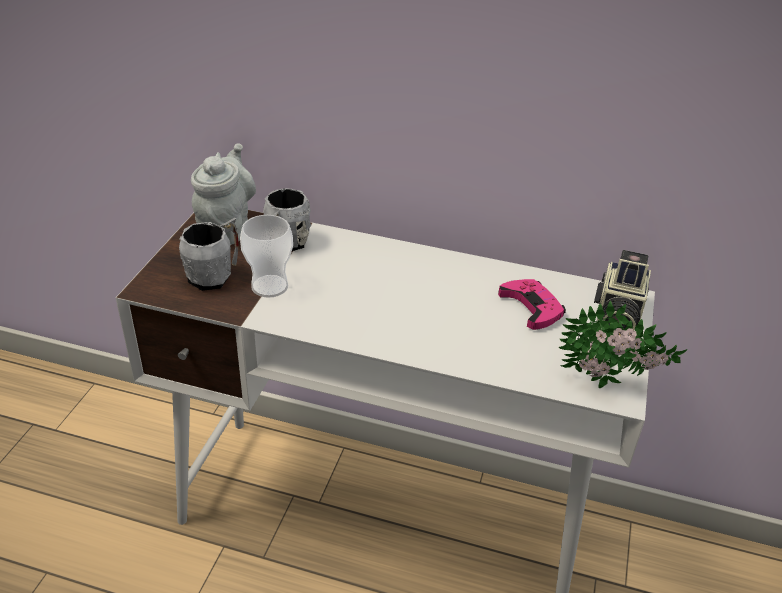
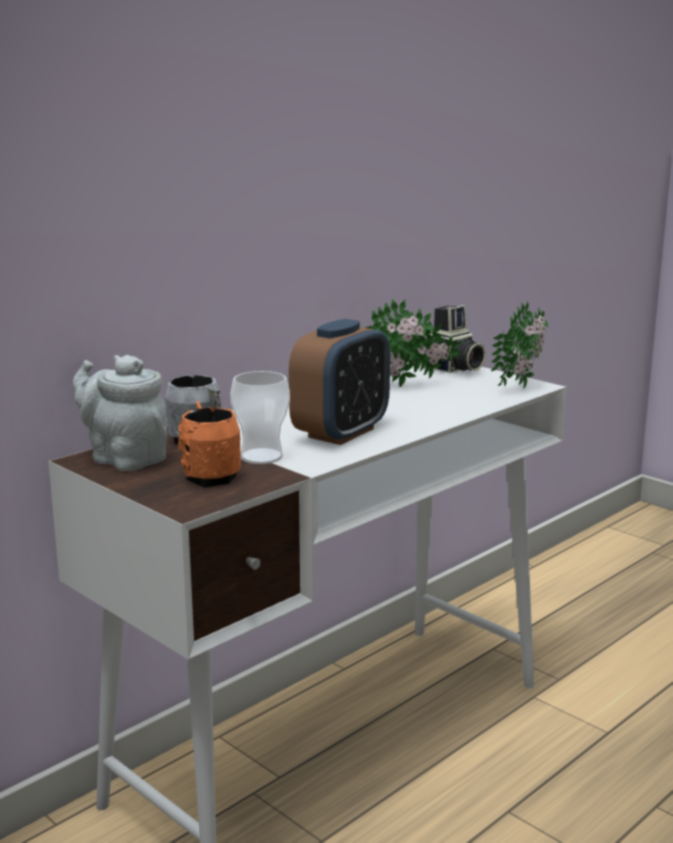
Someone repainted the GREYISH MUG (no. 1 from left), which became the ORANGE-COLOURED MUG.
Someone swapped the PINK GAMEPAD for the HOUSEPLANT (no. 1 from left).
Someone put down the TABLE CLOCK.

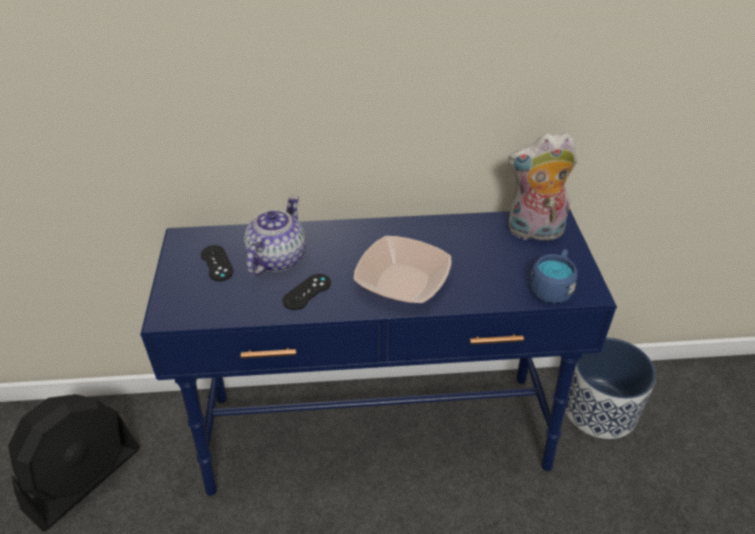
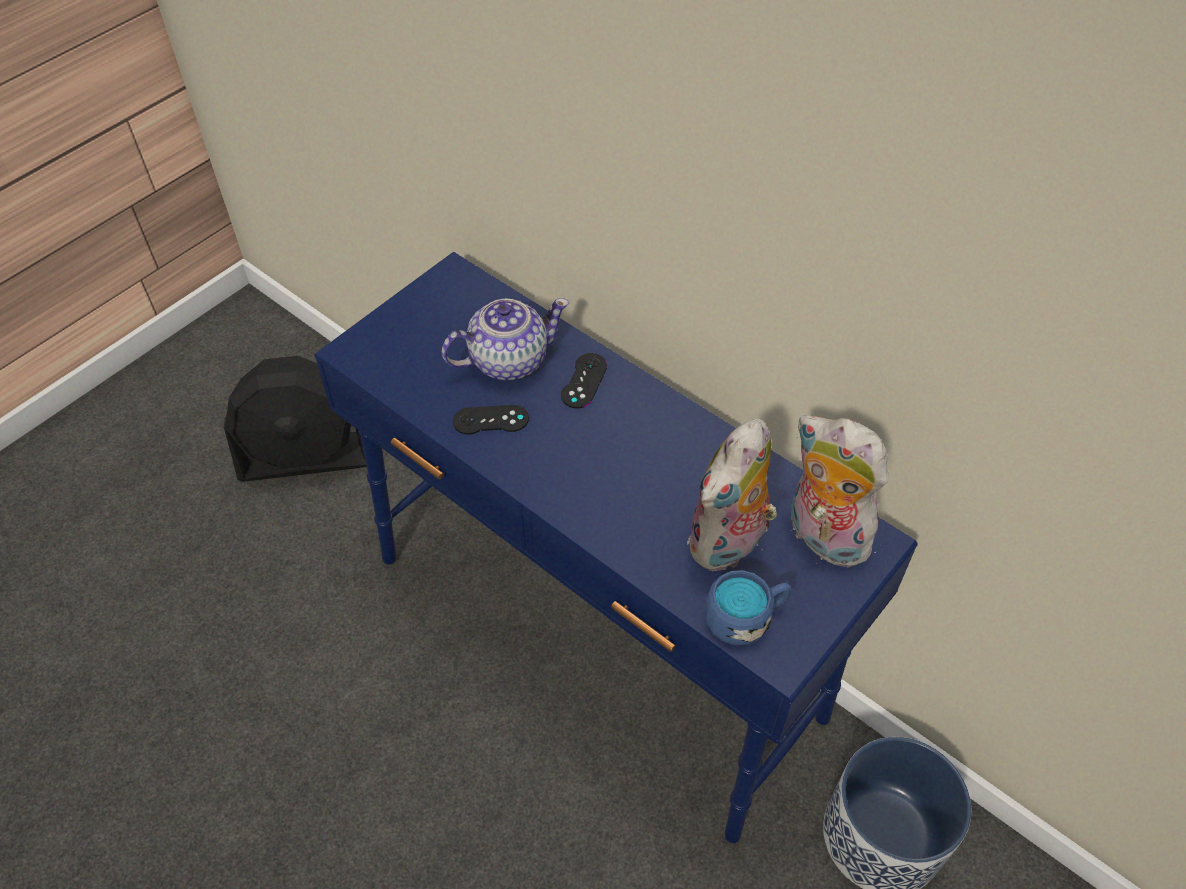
Someone carried the BLACK GAMEPAD (no. 1 from left in the first image).
Someone took away the DEEP DISH.
Someone put down the PLUSH TOY (no. 1 from left).

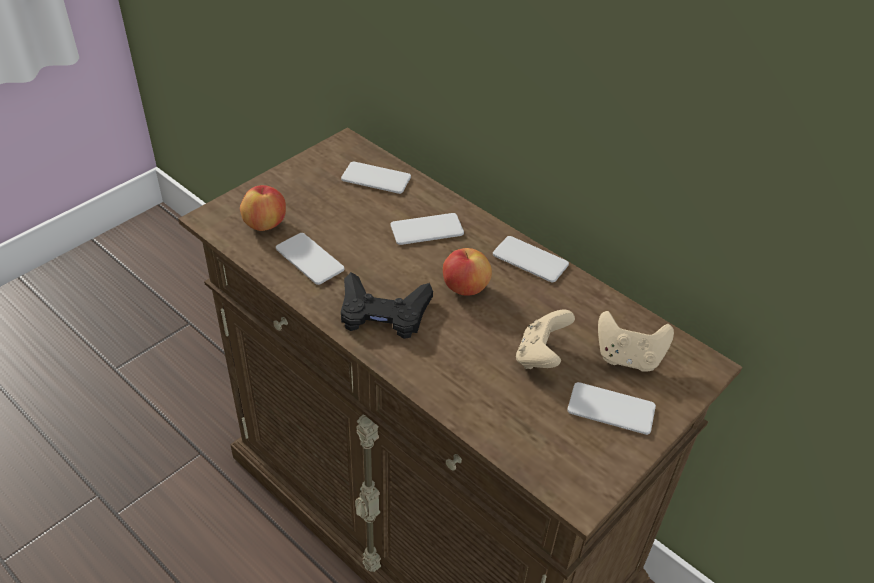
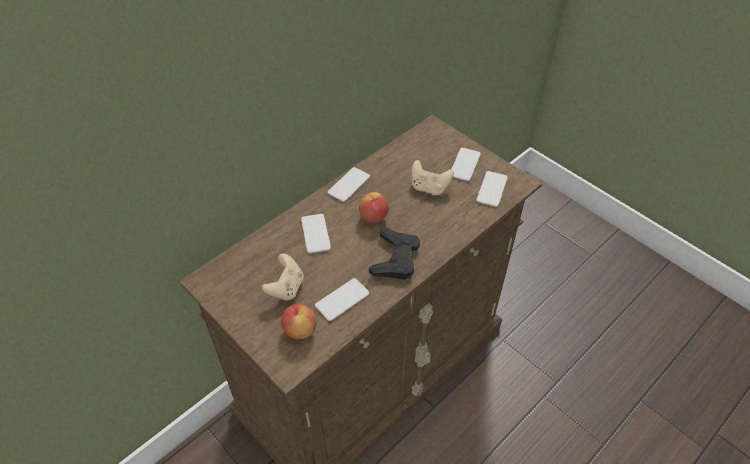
Someone carried the HANDSET (no. 2 from left in the first image).
Someone carried the SAND-COLOURED GAMEPAD (no. 2 from left in the first image).

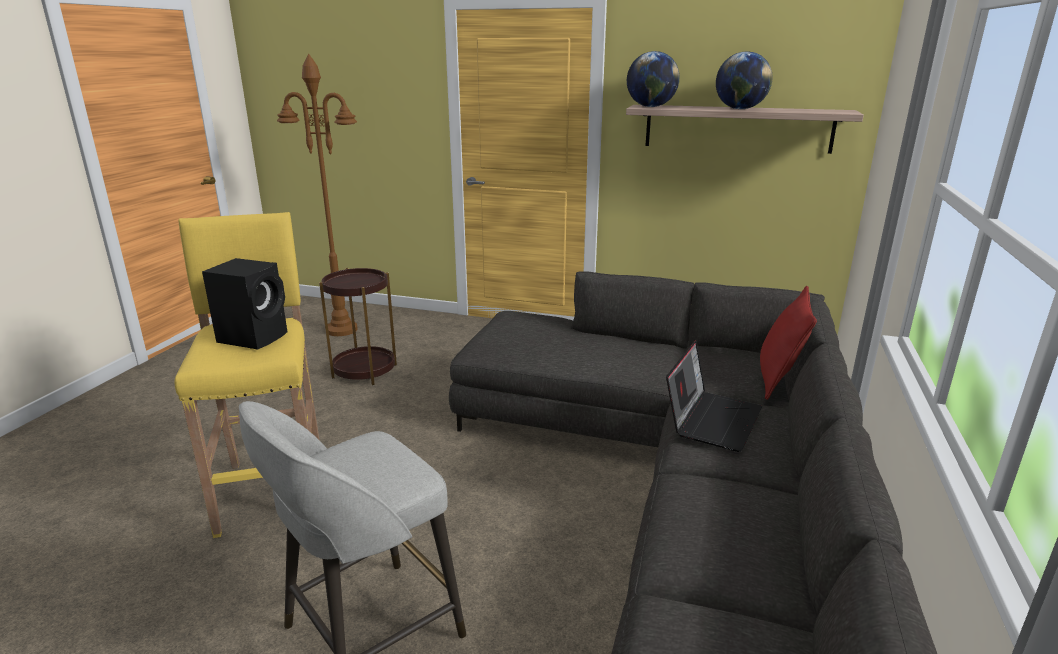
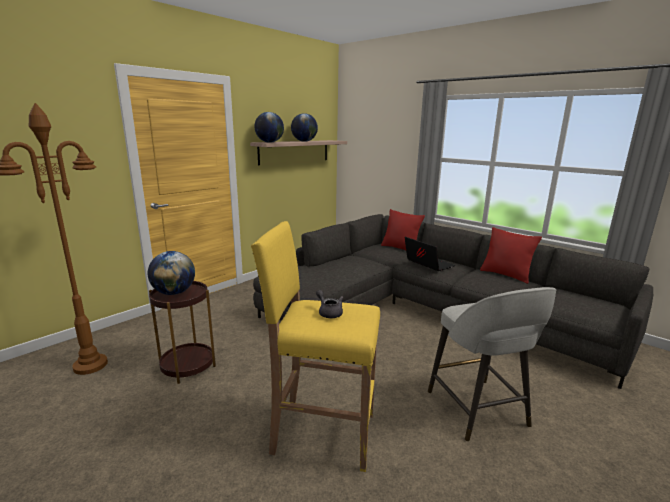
Someone swapped the BLACK LOUDSPEAKER for the GREYISH TEAPOT.
Someone put down the GLOBE (no. 1 from left).
Someone put down the RED-COLOURED PILLOW (no. 2 from left).

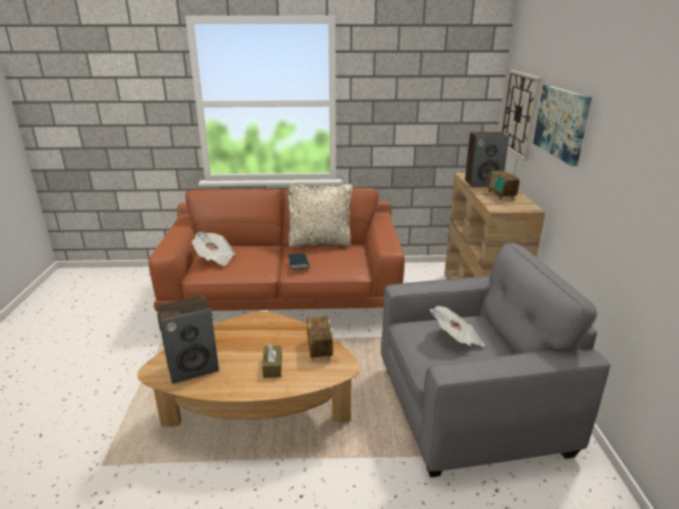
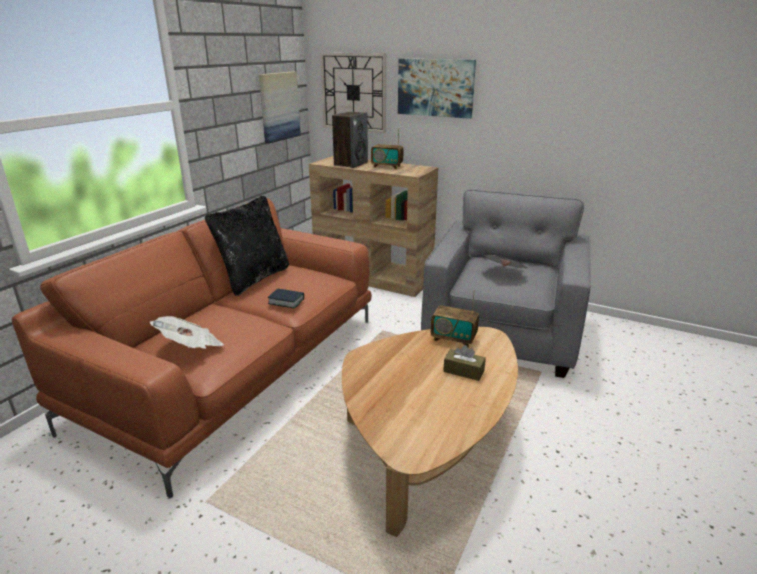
Someone took away the LOUDSPEAKER (no. 1 from left).
Someone repainted the SAND-COLOURED PILLOW, which became the BLACK PILLOW.
Someone put up the PICTURE (no. 1 from left).

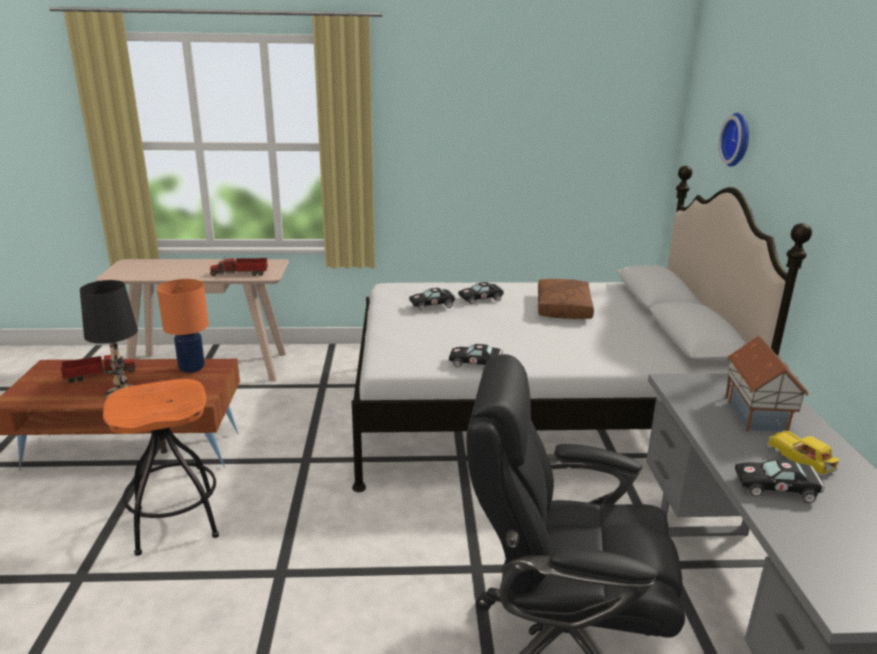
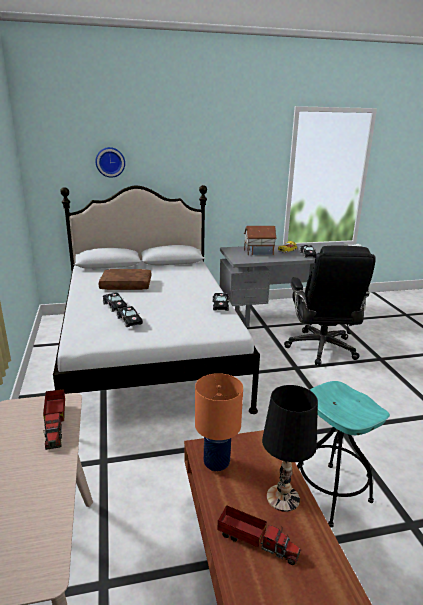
Someone rotated the MODEL TRUCK (no. 1 from left in the first image) by 150 degrees clockwise.
Someone repainted the ORANGE-COLOURED STOOL SEAT, which became the TURQUOISE STOOL SEAT.

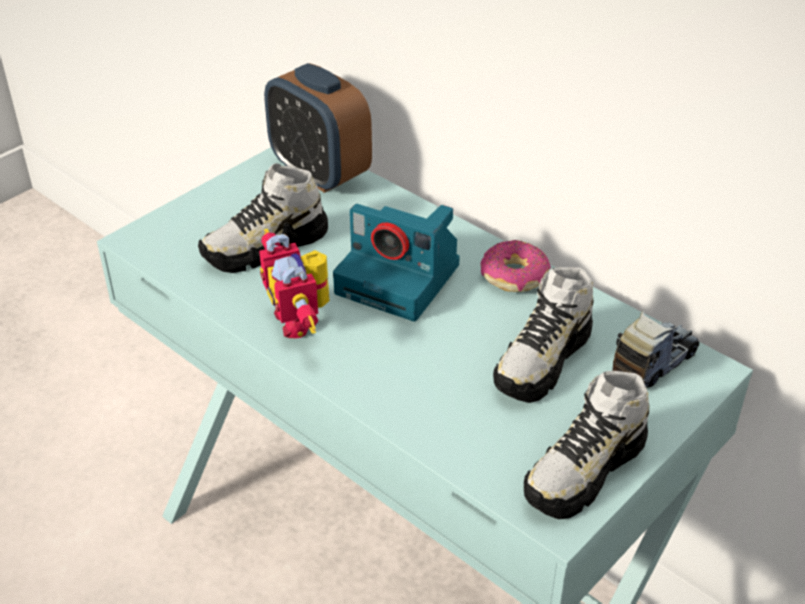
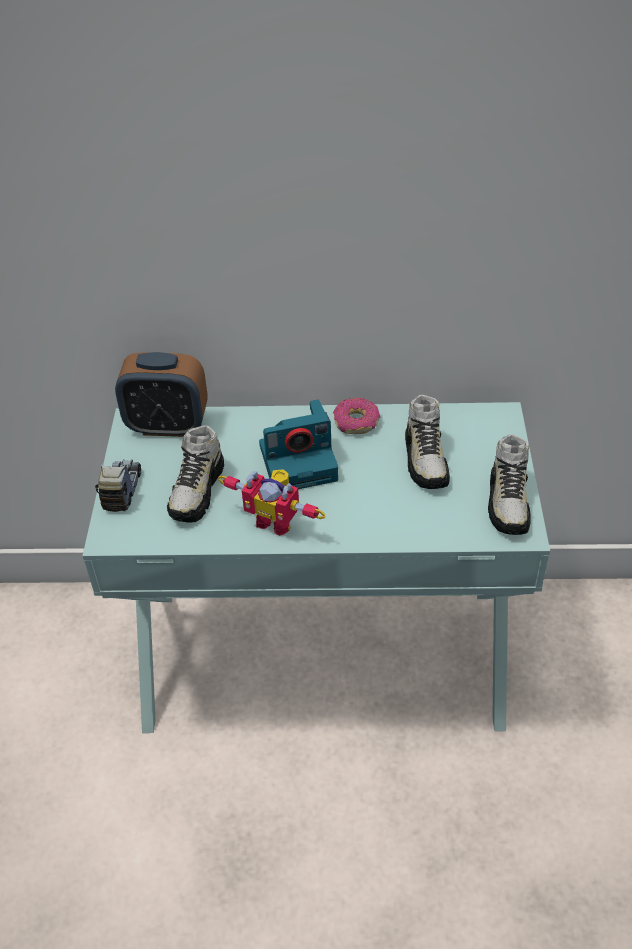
Someone carried the MODEL TRUCK.

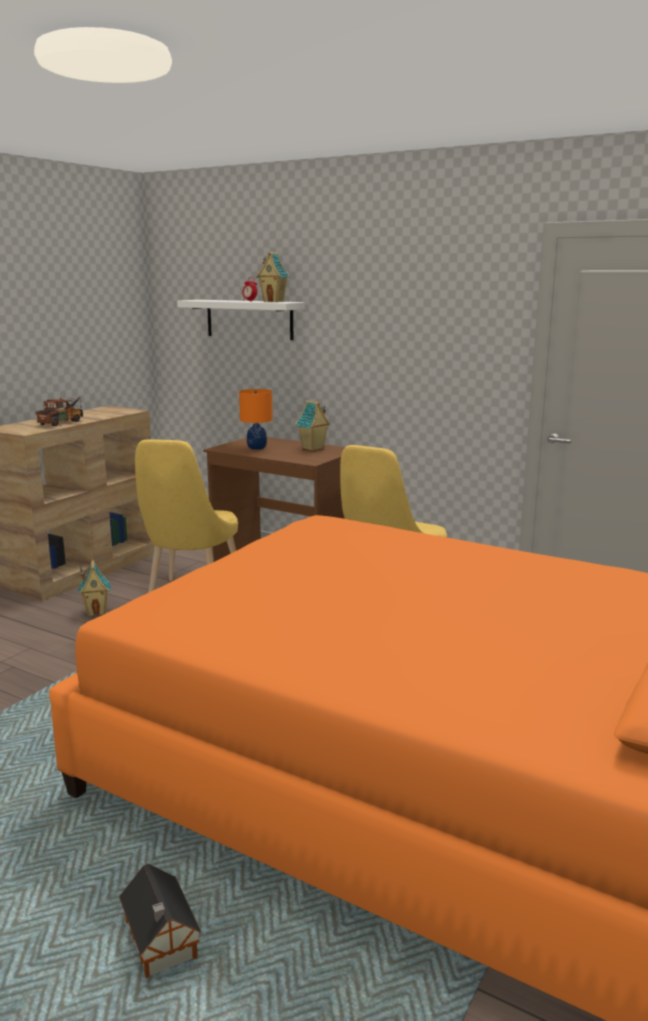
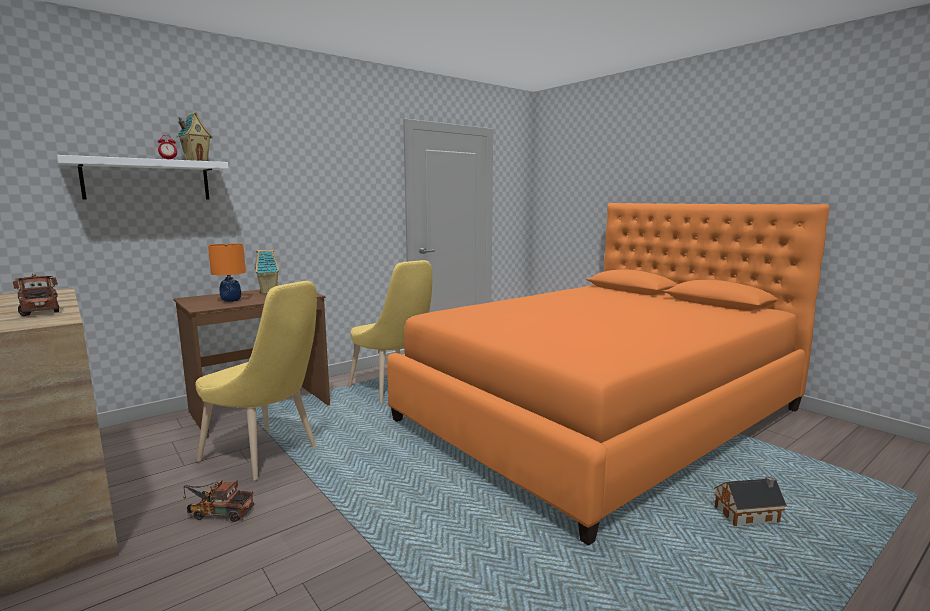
Someone swapped the TOY HOUSE (no. 1 from left) for the MODEL TRUCK (no. 2 from left).

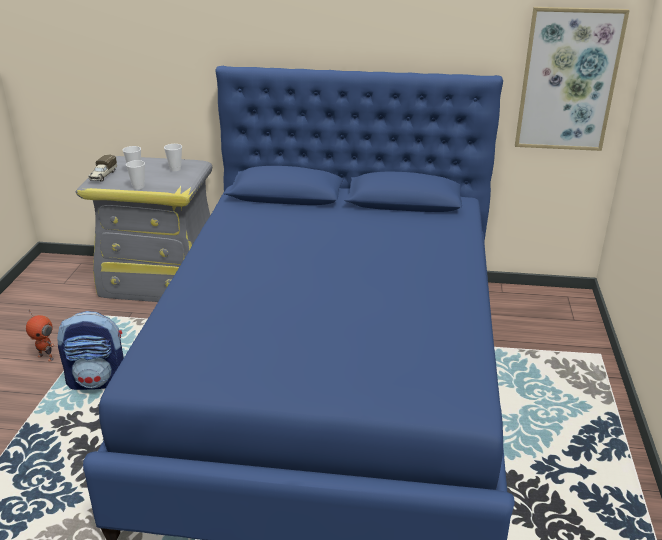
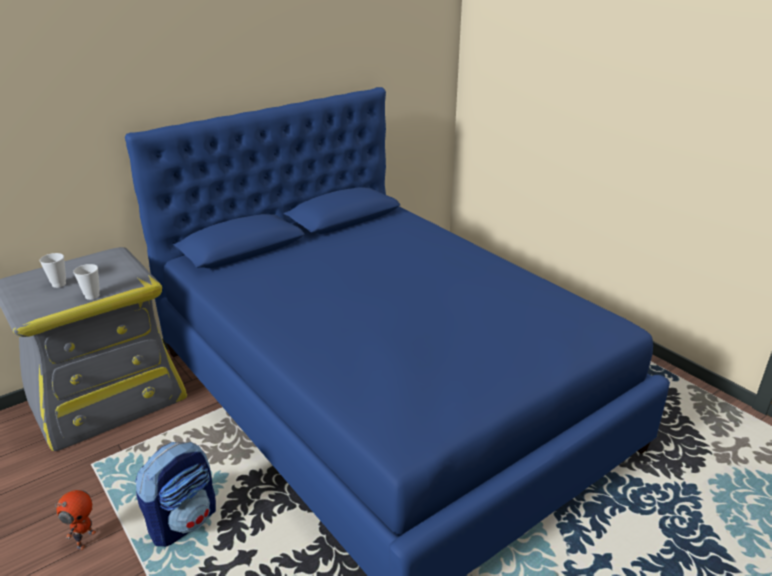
Someone rotated the TOY ROBOT by 60 degrees counterclockwise.
Someone took away the MODEL TRUCK.
Someone took away the CUP (no. 3 from left).
Someone took away the PICTURE.

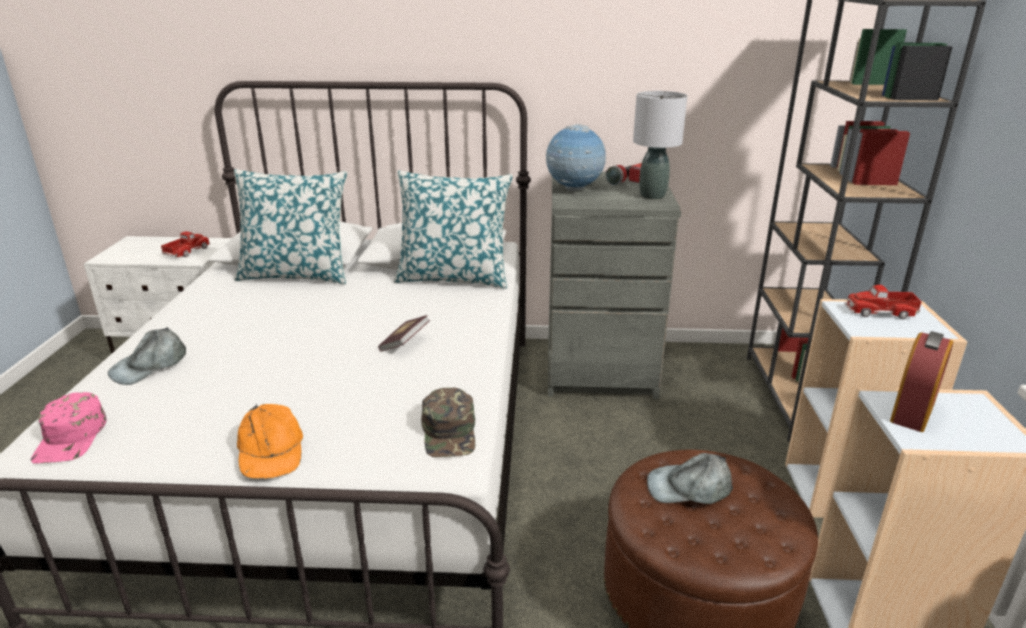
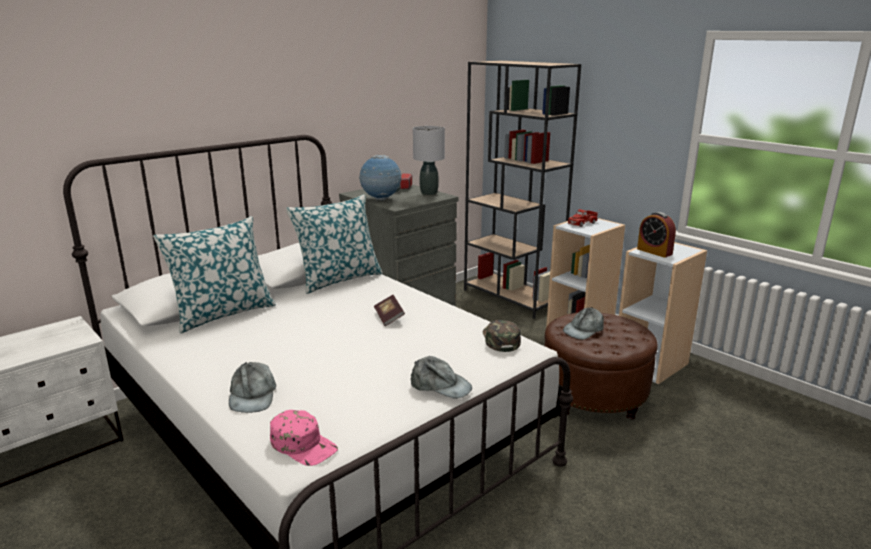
Someone took away the MODEL TRUCK (no. 1 from left).
Someone repainted the ORANGE-COLOURED BASEBALL CAP, which became the GREYISH BASEBALL CAP (no. 2 from left).
Someone rotated the GREEN-COLOURED BASEBALL CAP by 135 degrees counterclockwise.
Someone rotated the TABLE CLOCK by 150 degrees clockwise.

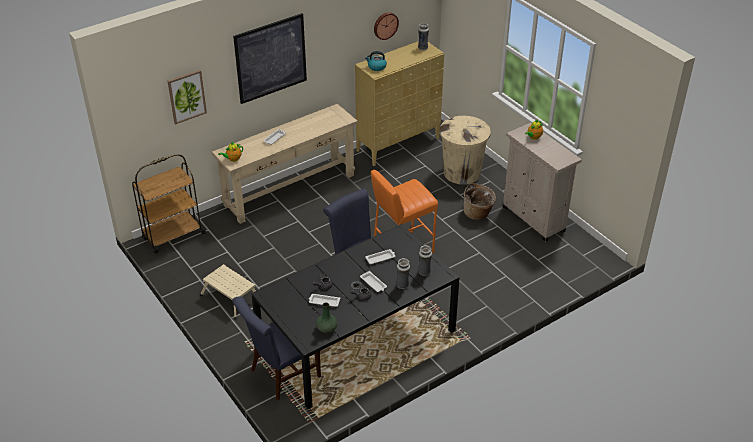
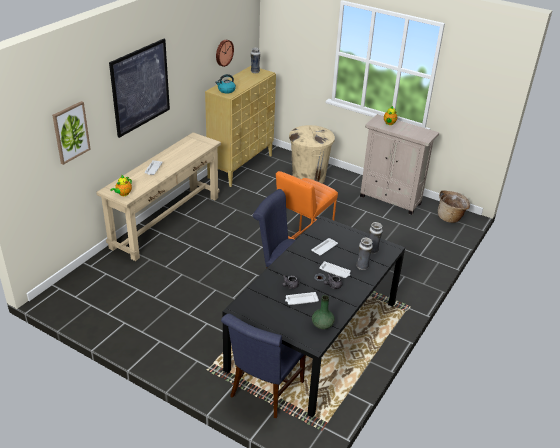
Someone took away the BROWN-COLOURED TROLLEY.
Someone took away the SAND-COLOURED STEPLADDER.
Someone carried the HOUSEHOLD BASKET.

